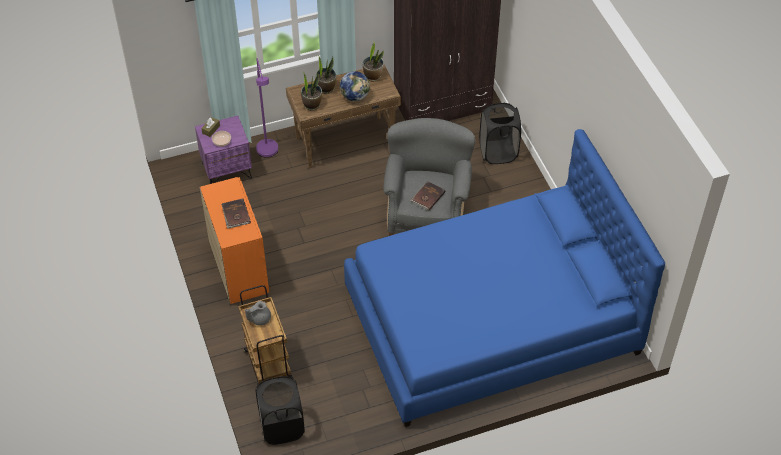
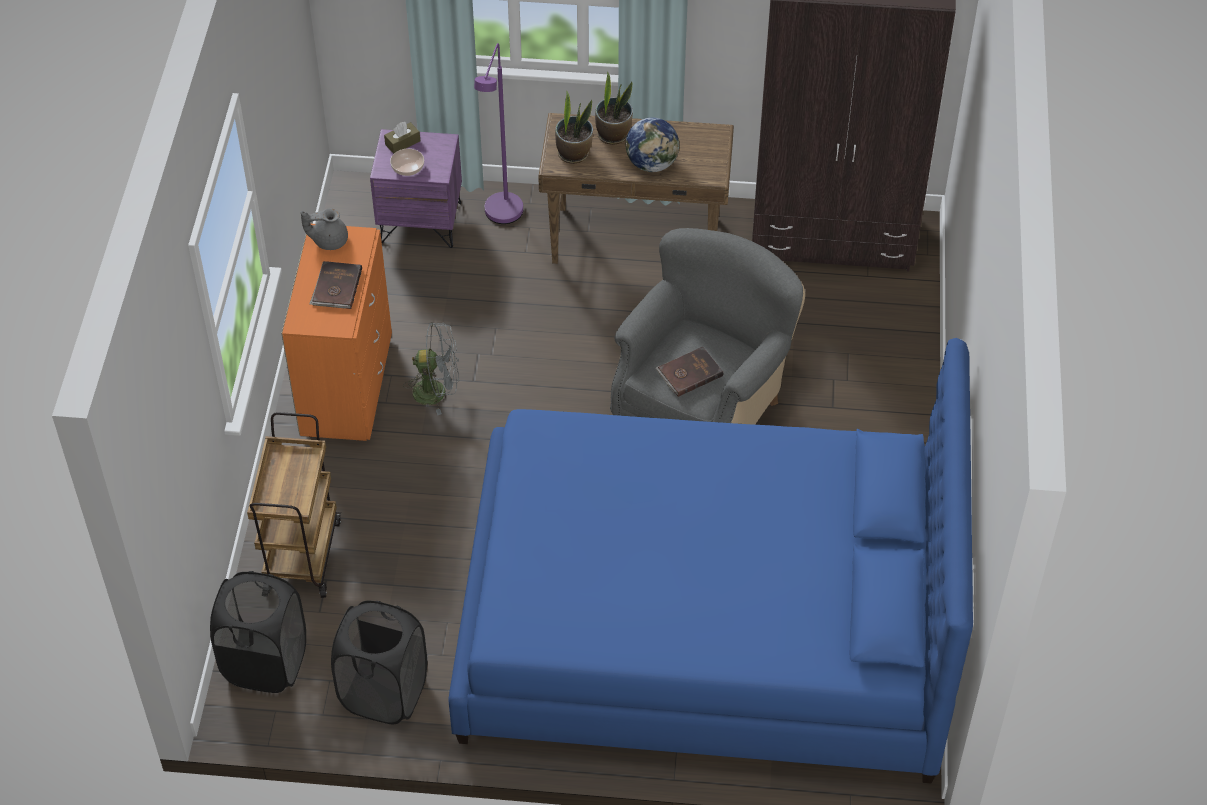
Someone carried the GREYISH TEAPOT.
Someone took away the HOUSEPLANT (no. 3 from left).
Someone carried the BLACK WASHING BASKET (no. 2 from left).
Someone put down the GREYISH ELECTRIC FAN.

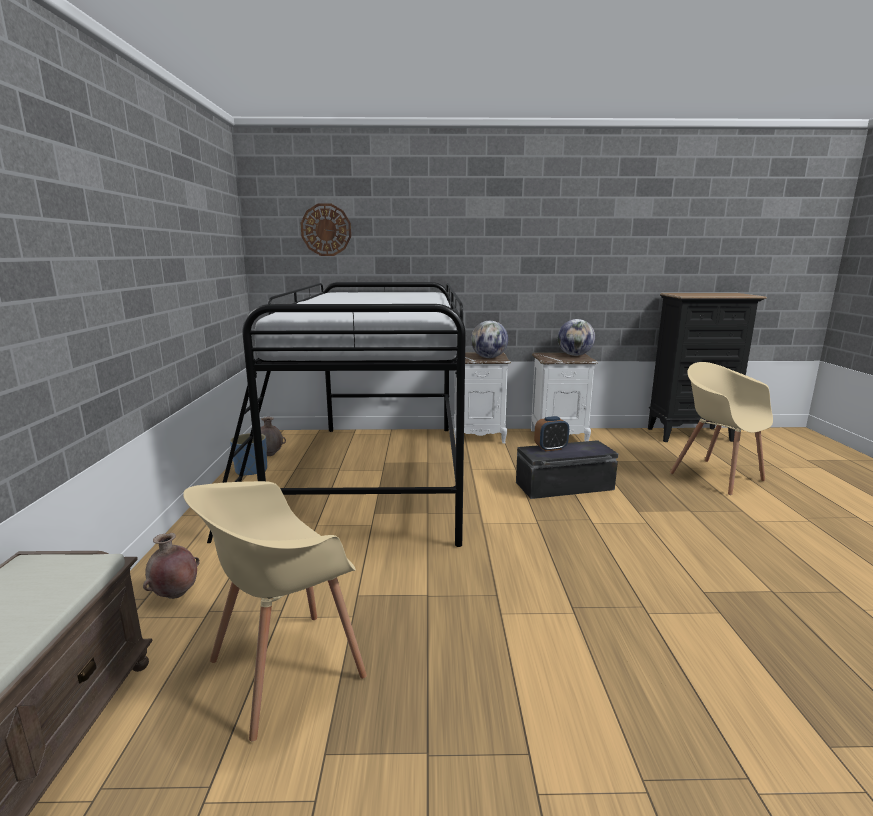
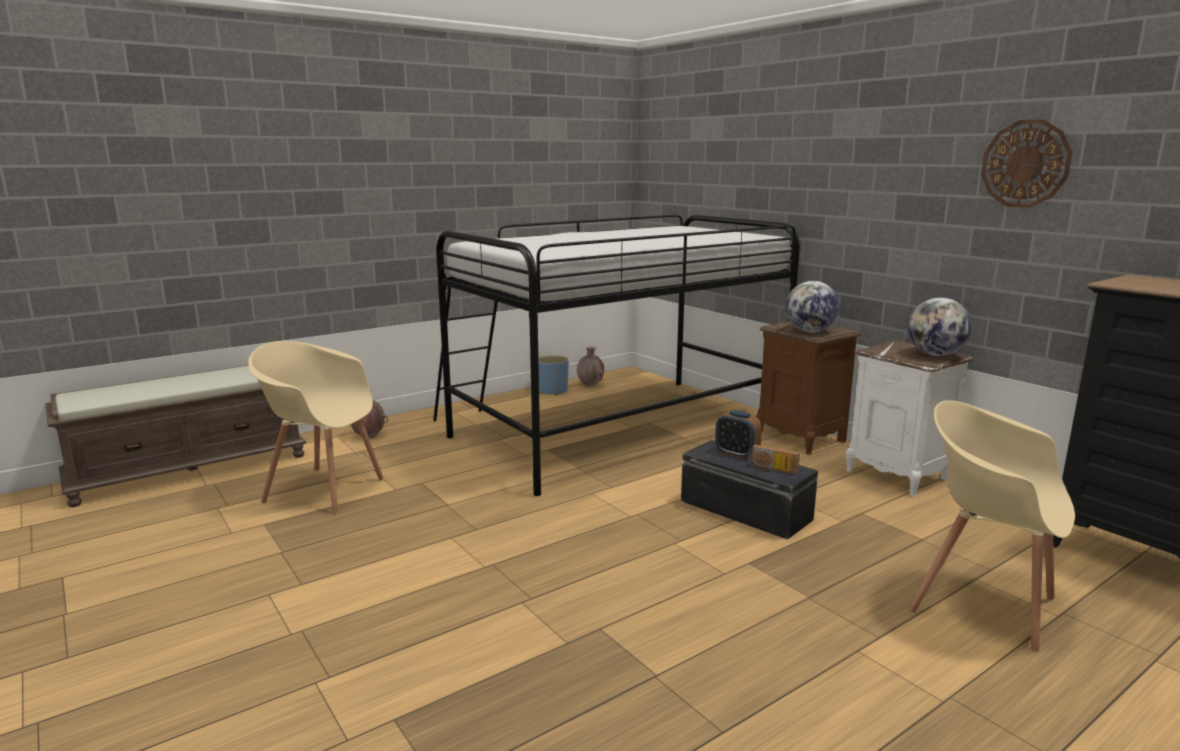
Someone carried the CLOCK ON THE WALL.
Someone repainted the WHITE-COLOURED NIGHTSTAND (no. 1 from left), which became the BROWN-COLOURED NIGHTSTAND.
Someone rotated the SAND-COLOURED CHAIR (no. 2 from left) by 75 degrees counterclockwise.
Someone put down the RADIO SET.

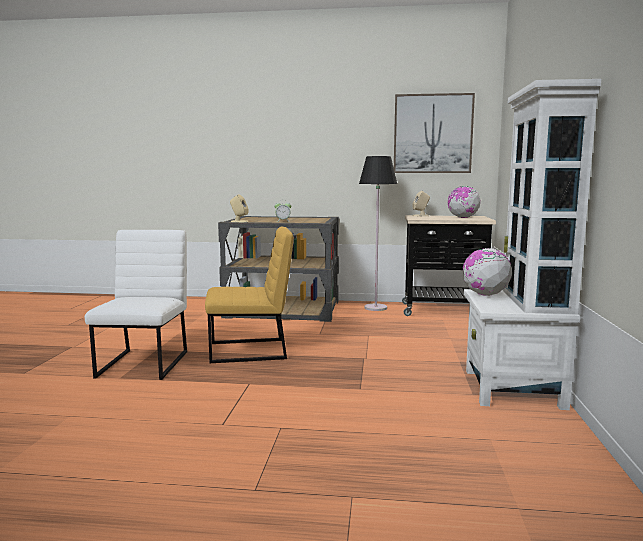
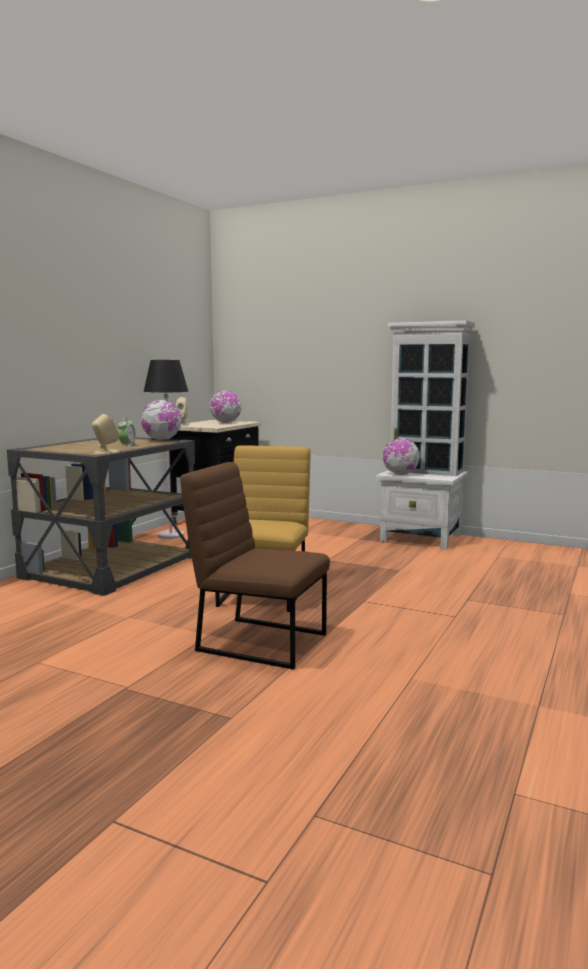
Someone repainted the WHITE-COLOURED CHAIR, which became the BROWN-COLOURED CHAIR.
Someone took away the PICTURE.
Someone put down the GLOBE (no. 1 from left).

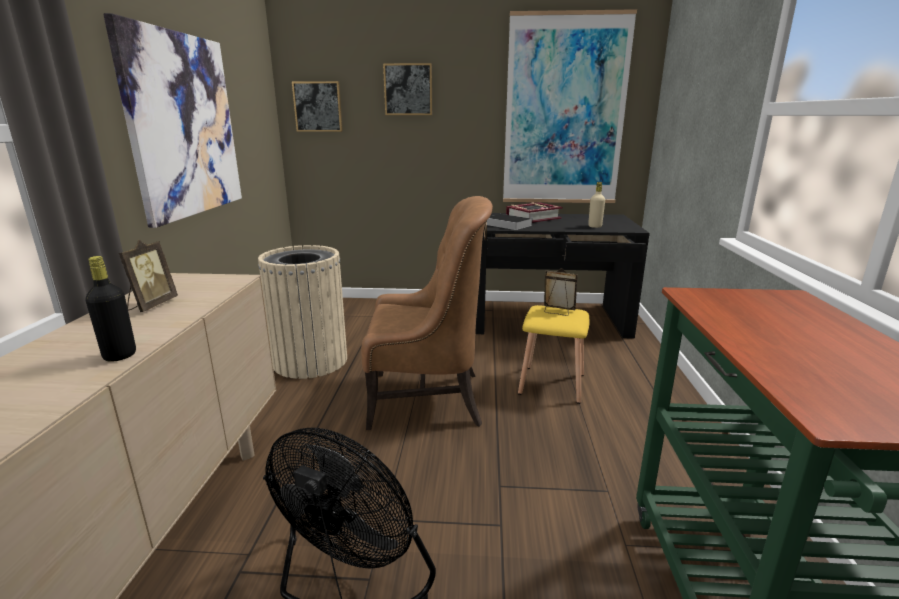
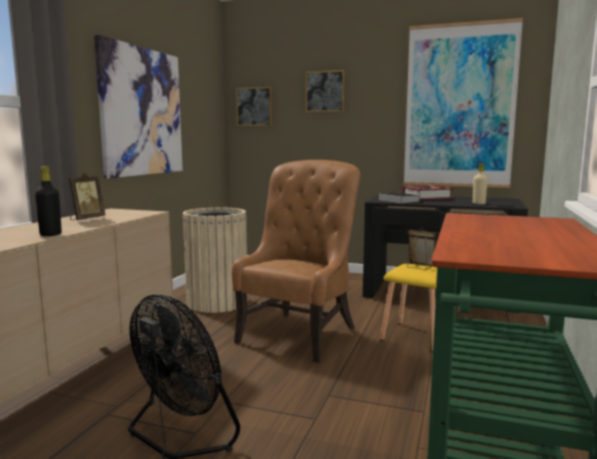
Someone rotated the BROWN-COLOURED CHAIR by 75 degrees counterclockwise.

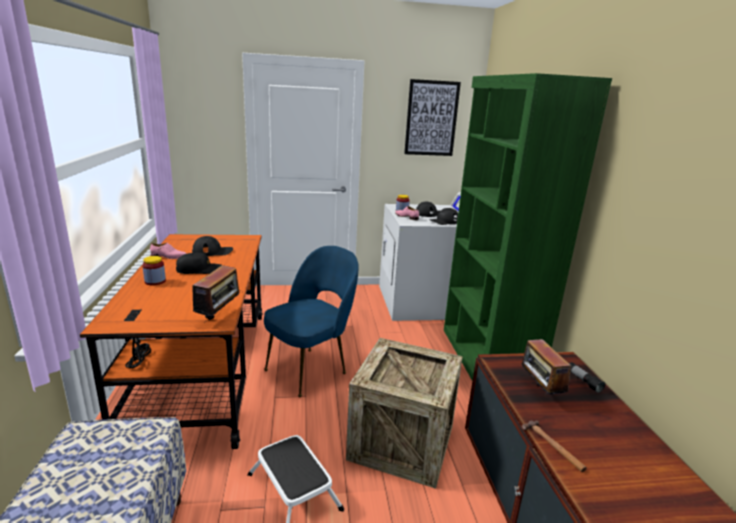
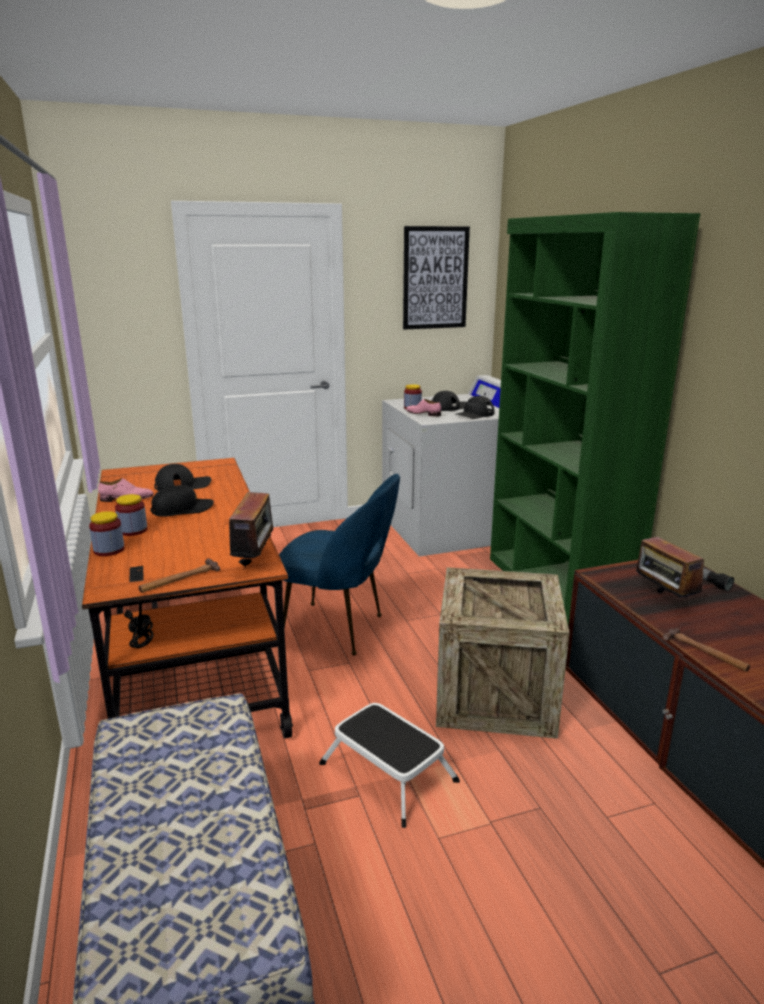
Someone rotated the BLUISH CHAIR by 75 degrees clockwise.
Someone put down the JAR (no. 1 from left).
Someone put down the HAMMER (no. 1 from left).

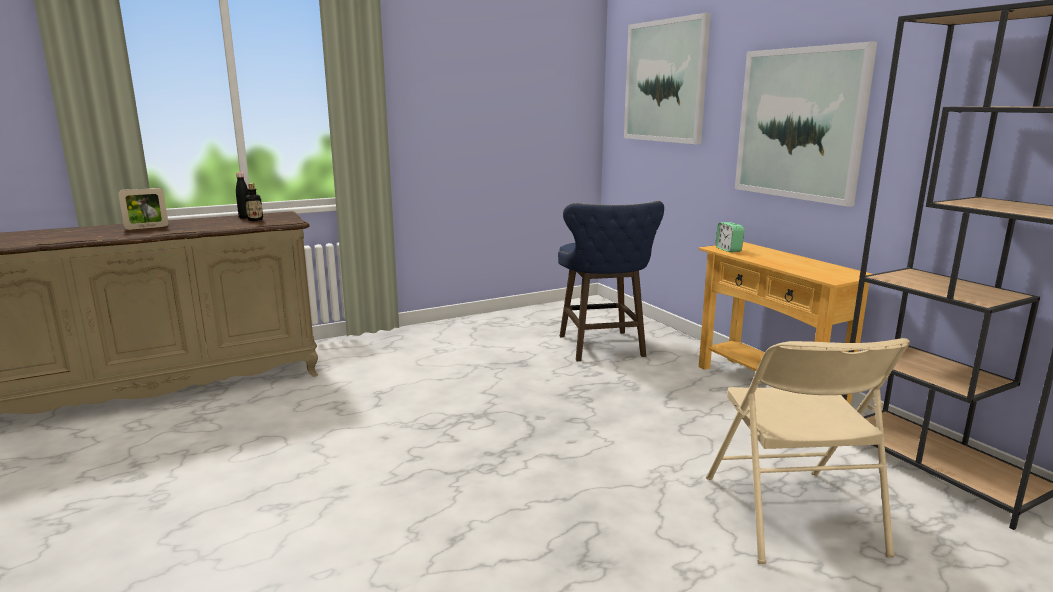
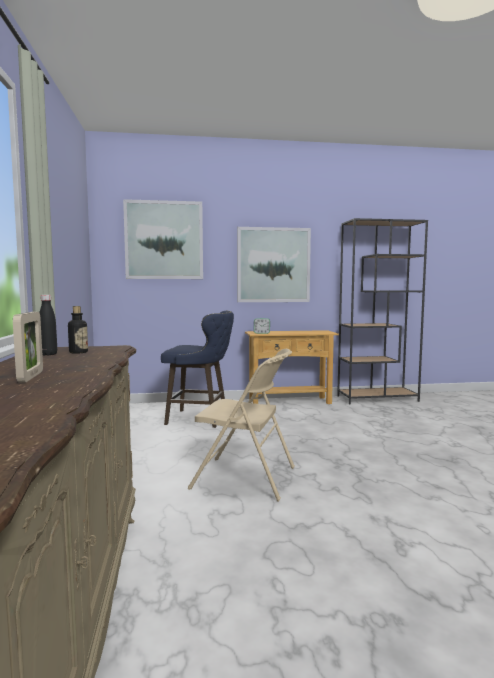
Someone carried the SAND-COLOURED CHAIR.

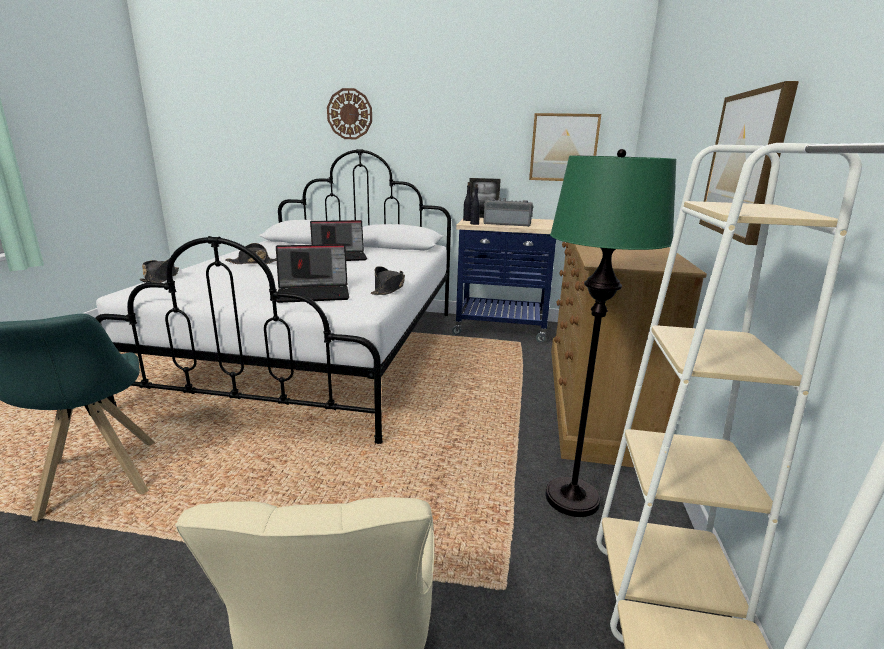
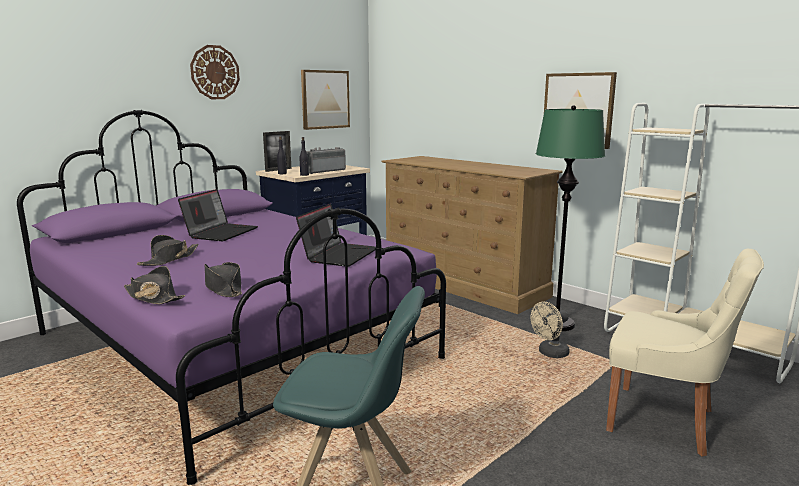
Someone repainted the WHITE-COLOURED BED, which became the PURPLE BED.
Someone carried the CLOCK ON THE WALL.
Someone carried the BLACK CLOTHING HAT (no. 3 from left).
Someone put down the SAND-COLOURED ELECTRIC FAN.

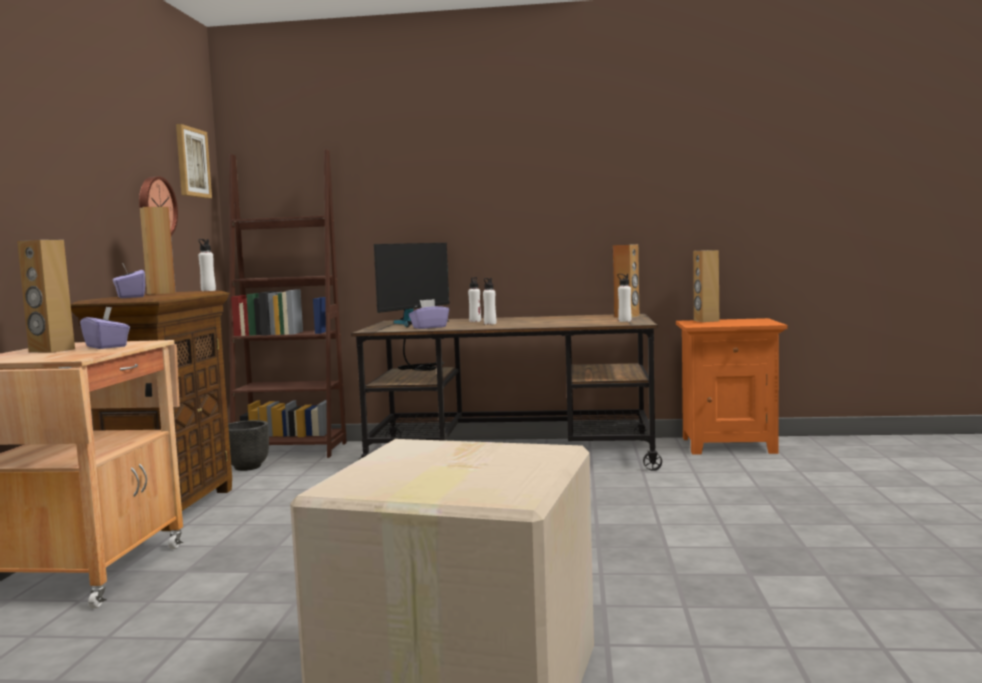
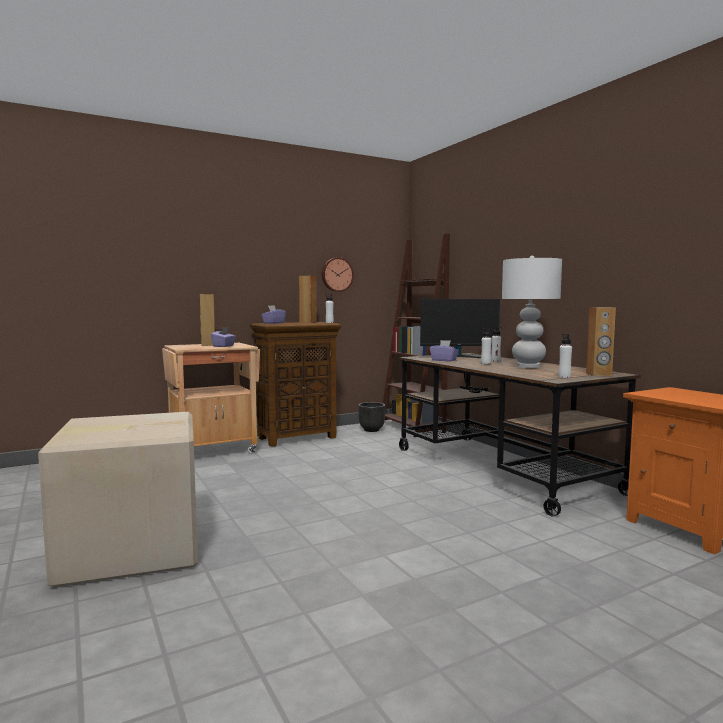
Someone took away the PICTURE.
Someone took away the BROWN-COLOURED LOUDSPEAKER (no. 4 from left).
Someone put down the WHITE-COLOURED TABLETOP LAMP.

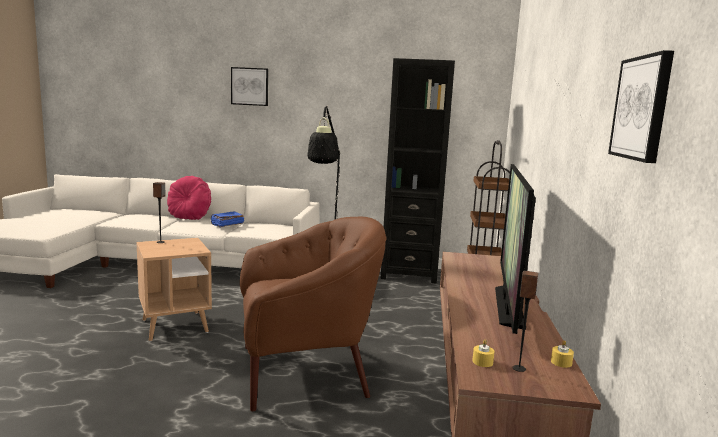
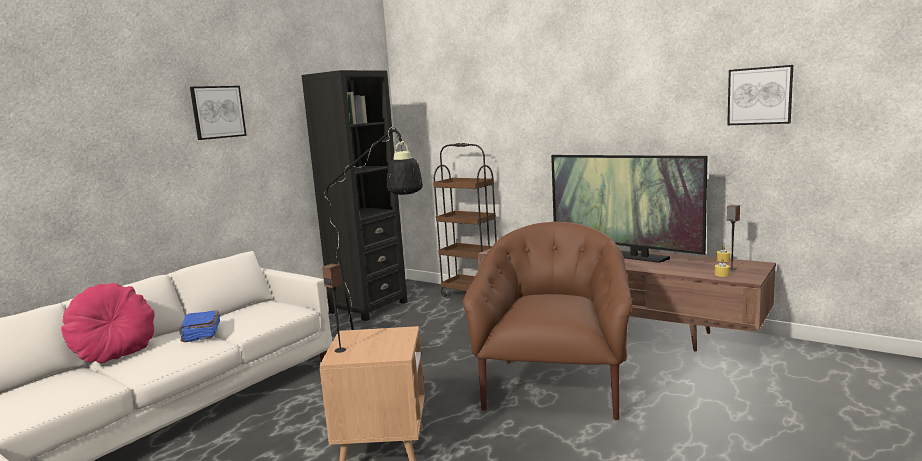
Someone carried the PICTURE (no. 1 from left).

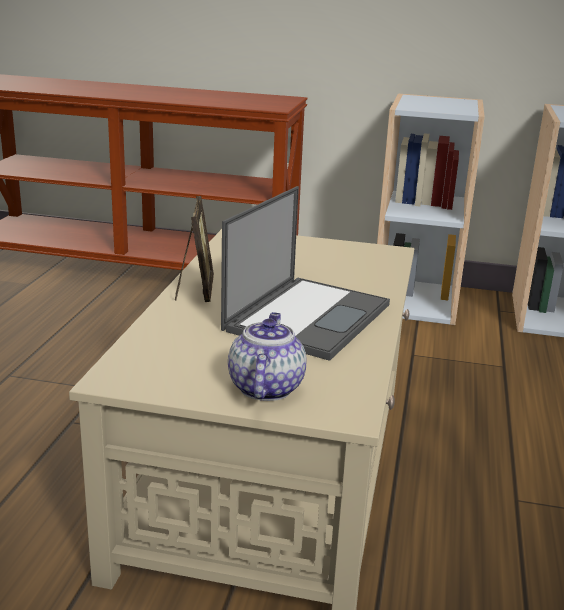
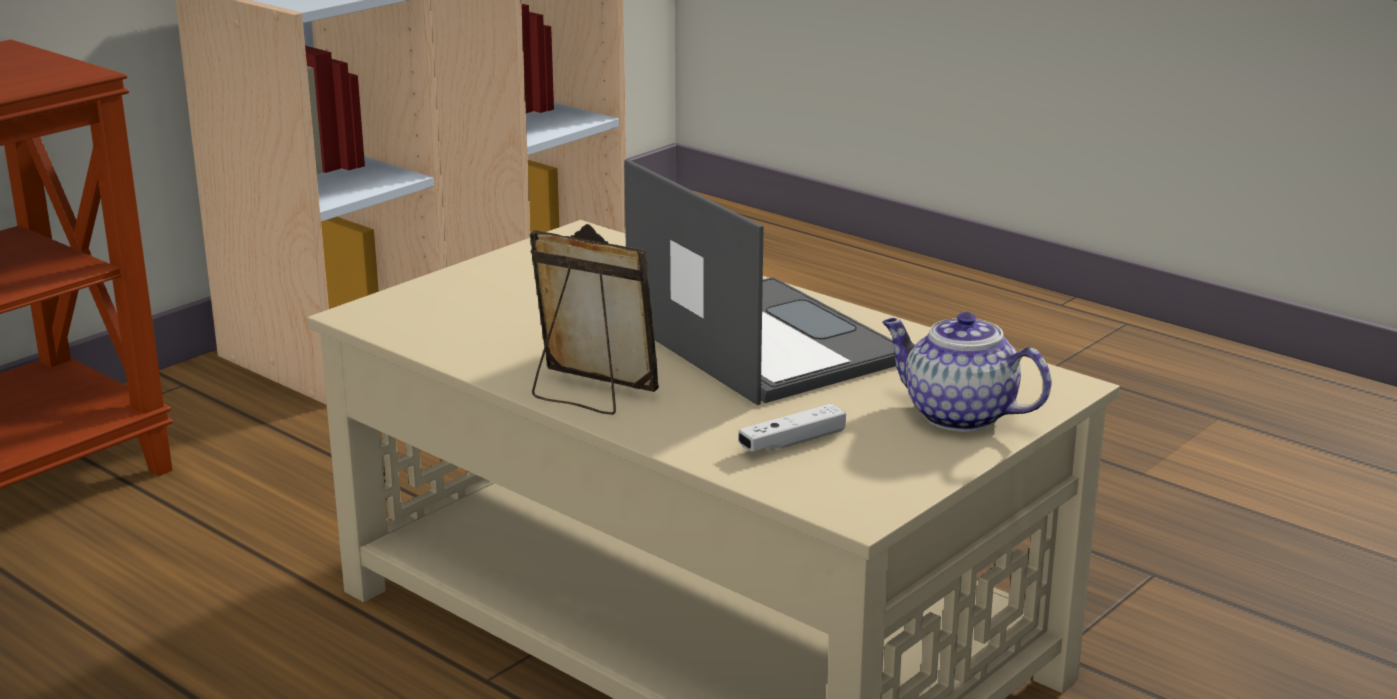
Someone put down the WHITE-COLOURED GAMEPAD.

